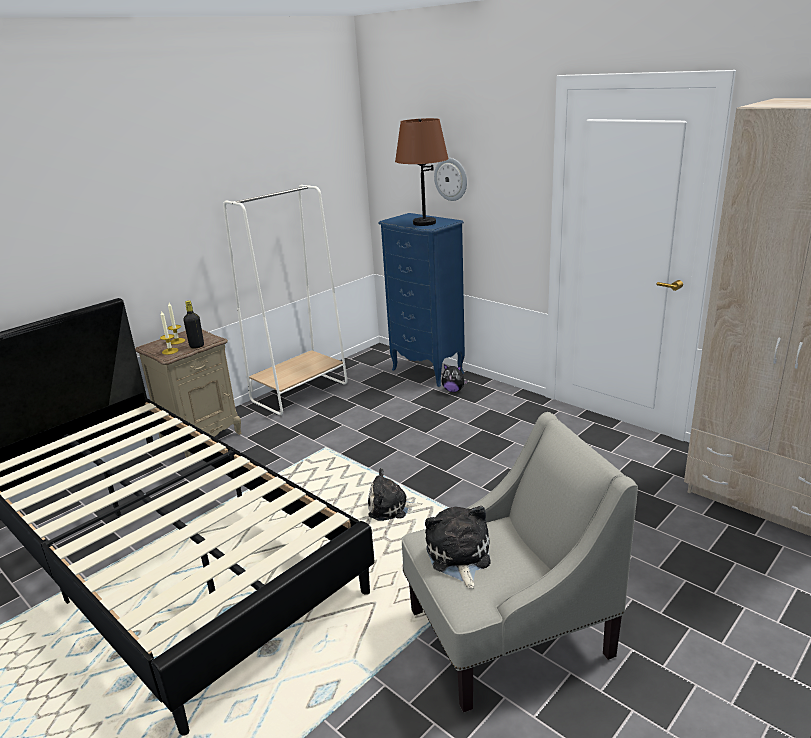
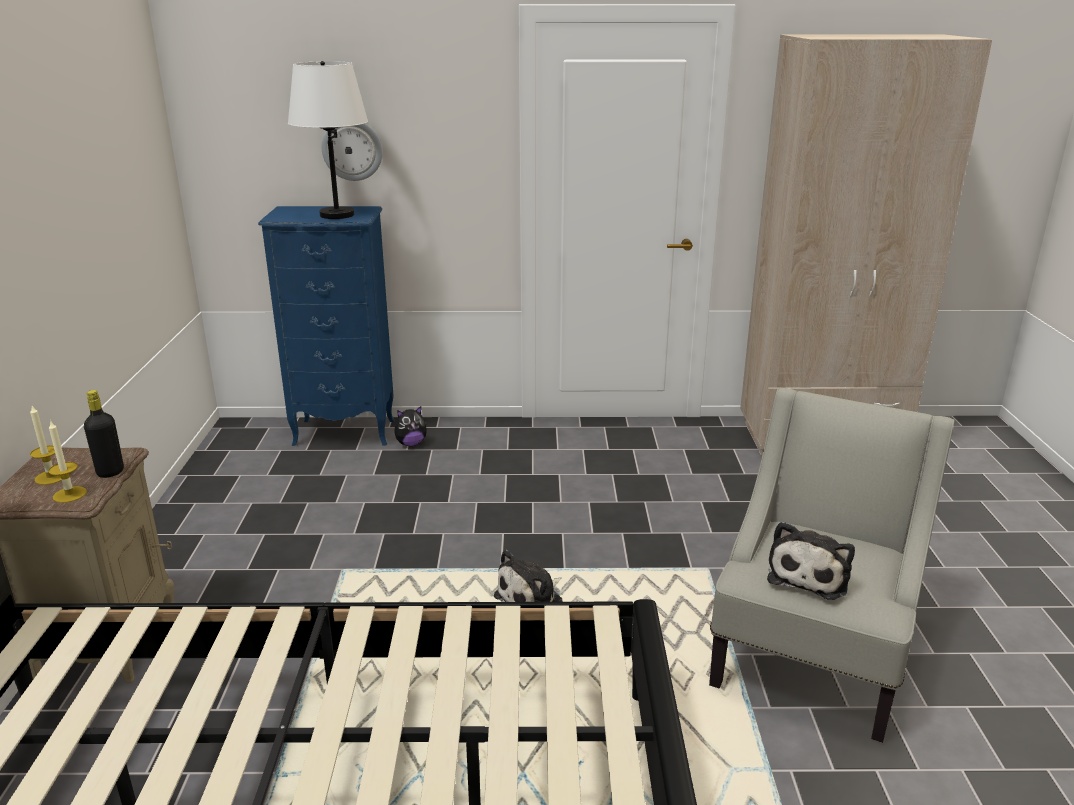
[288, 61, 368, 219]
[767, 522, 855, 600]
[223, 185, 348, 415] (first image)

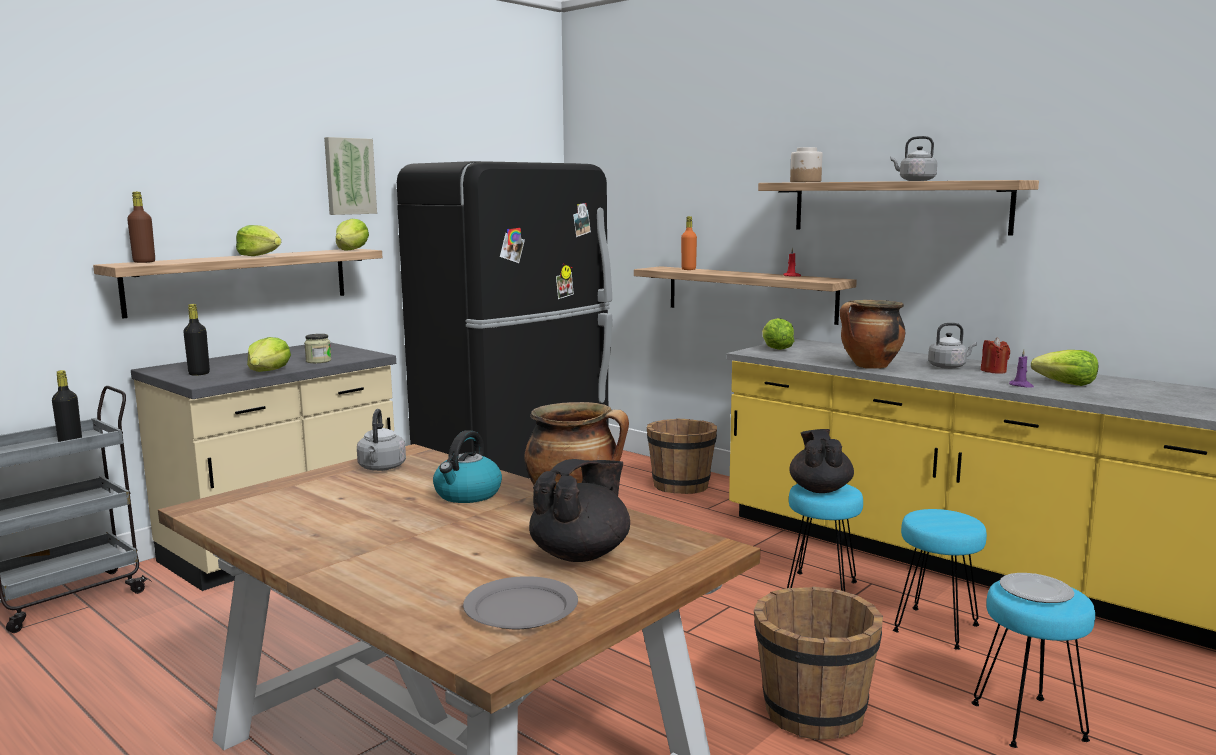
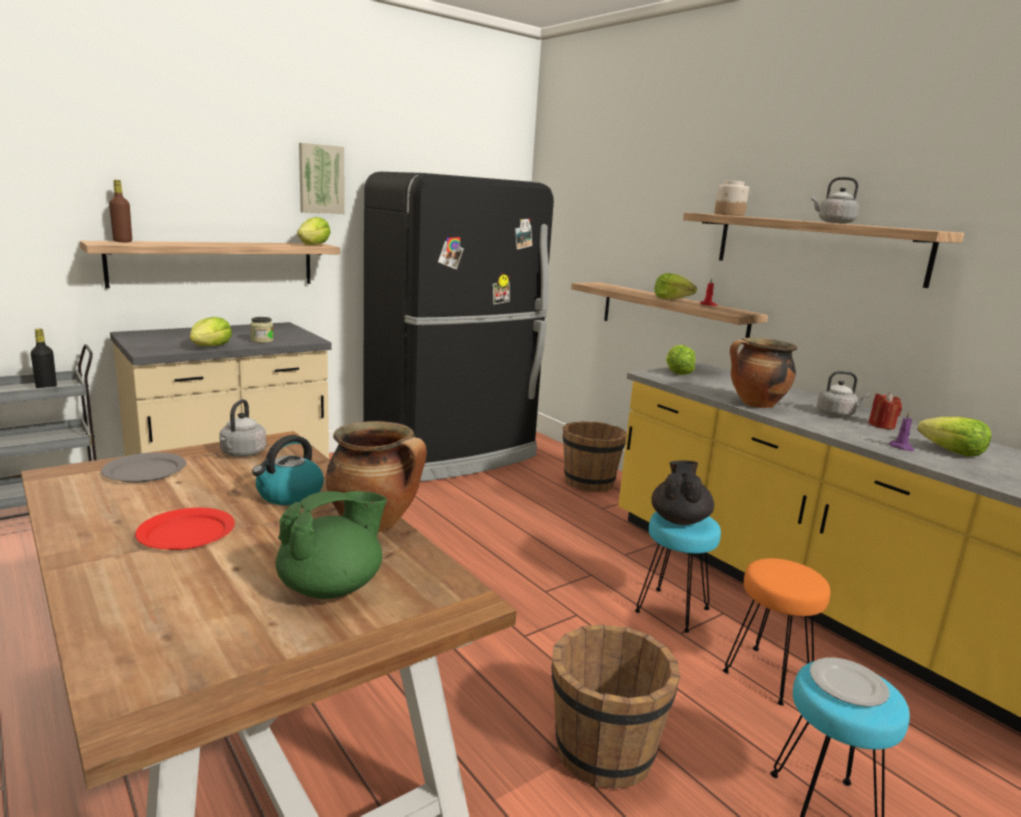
[101, 452, 186, 483]
[135, 508, 235, 550]
[276, 491, 387, 599]
[654, 273, 697, 300]
[723, 558, 830, 705]
[183, 304, 210, 375] (first image)
[681, 216, 697, 270] (first image)

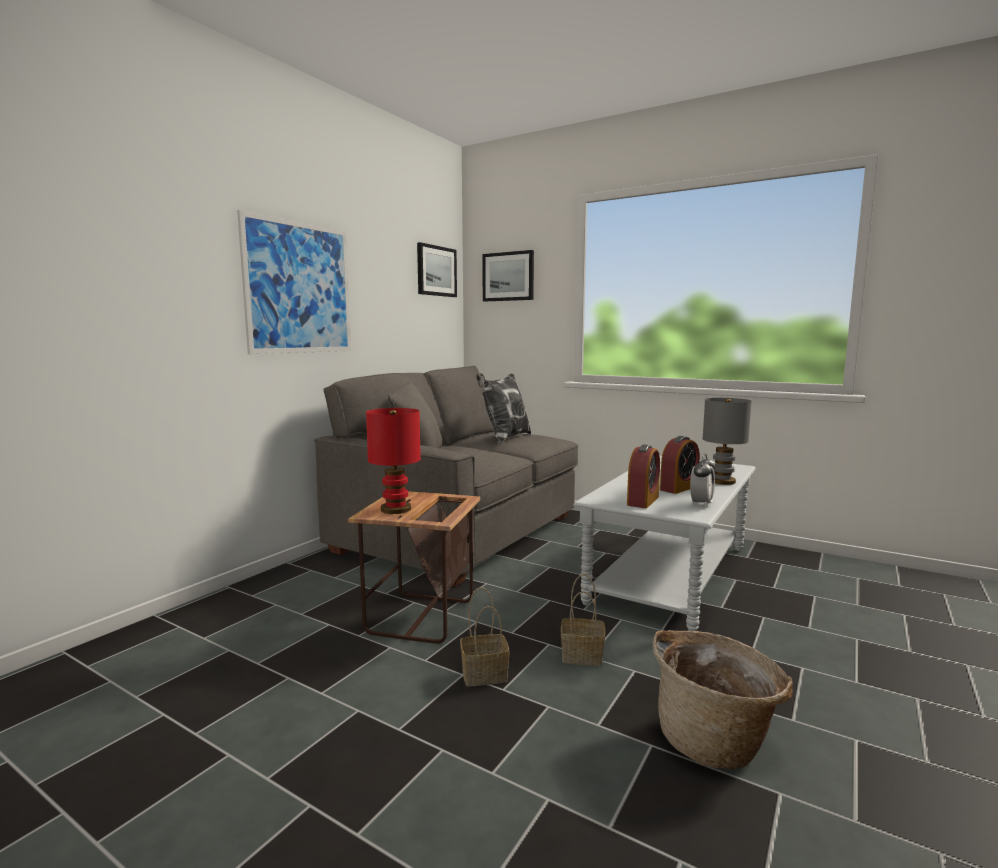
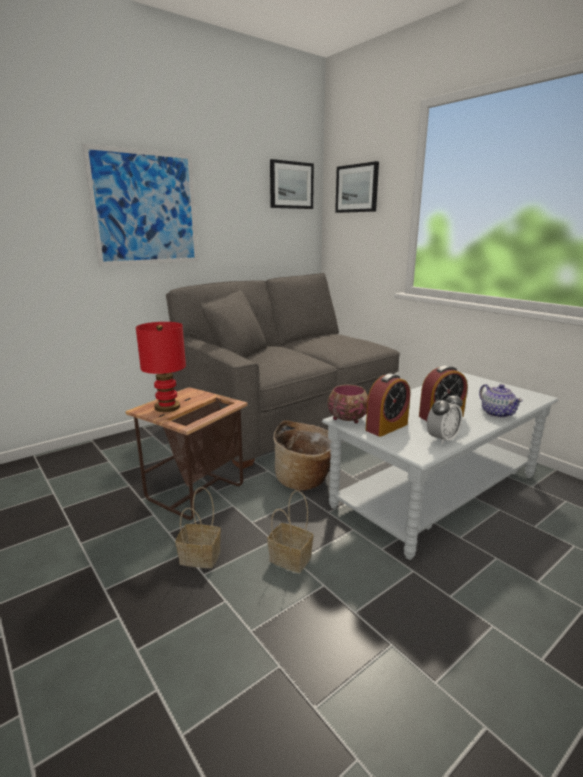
[273, 420, 331, 490]
[328, 385, 368, 423]
[479, 384, 523, 418]
[476, 373, 531, 445] (first image)

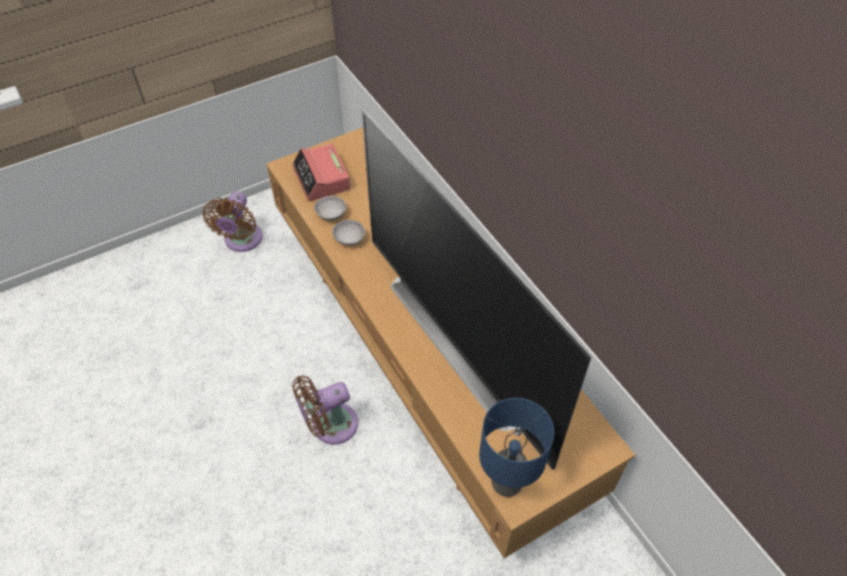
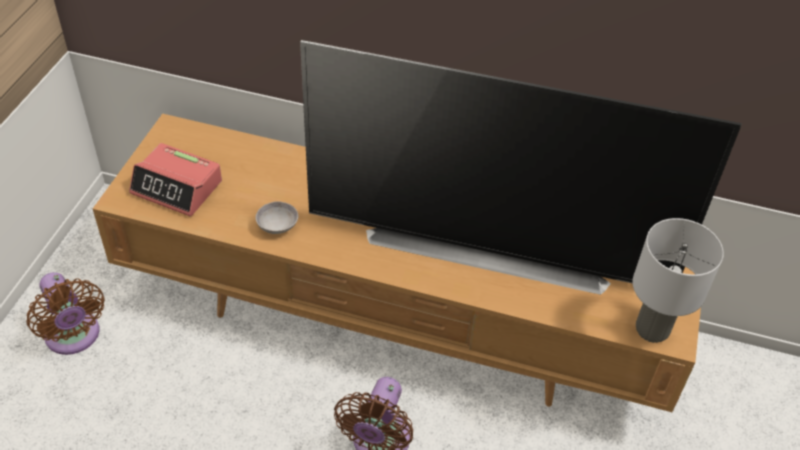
[632, 218, 724, 343]
[314, 196, 346, 221] (first image)

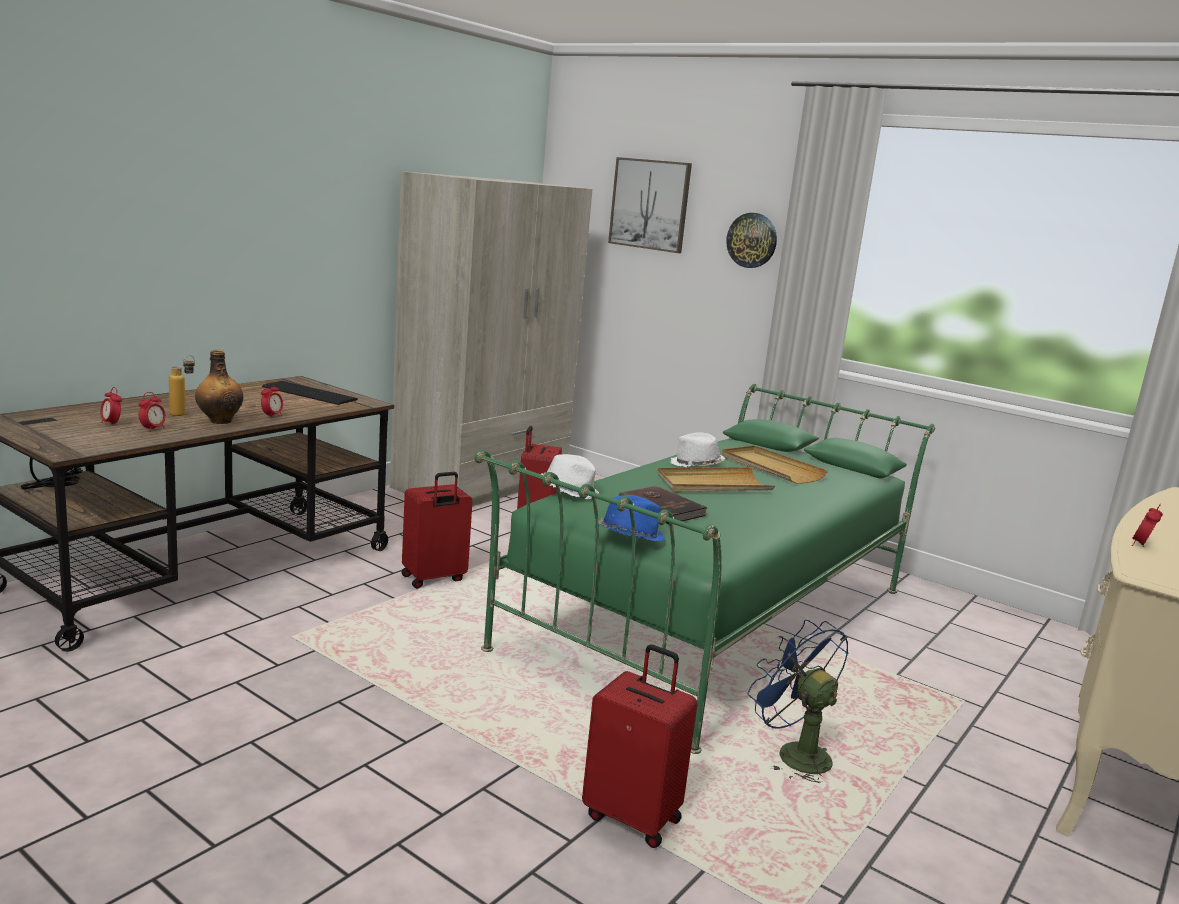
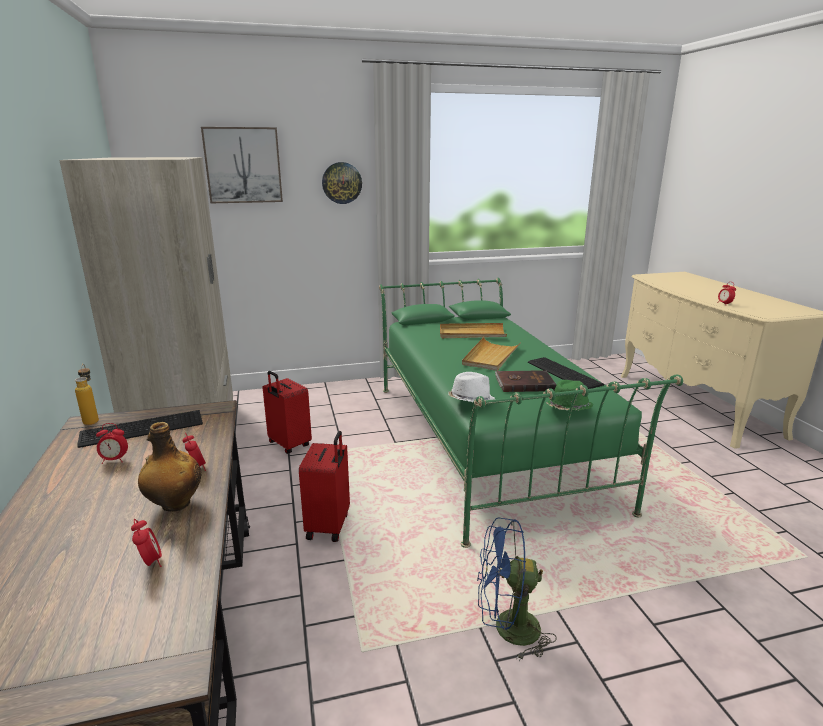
[75, 364, 99, 425]
[96, 423, 128, 464]
[477, 518, 557, 661]
[528, 357, 605, 389]
[546, 380, 593, 411]
[582, 644, 698, 848] (first image)
[670, 432, 725, 467] (first image)

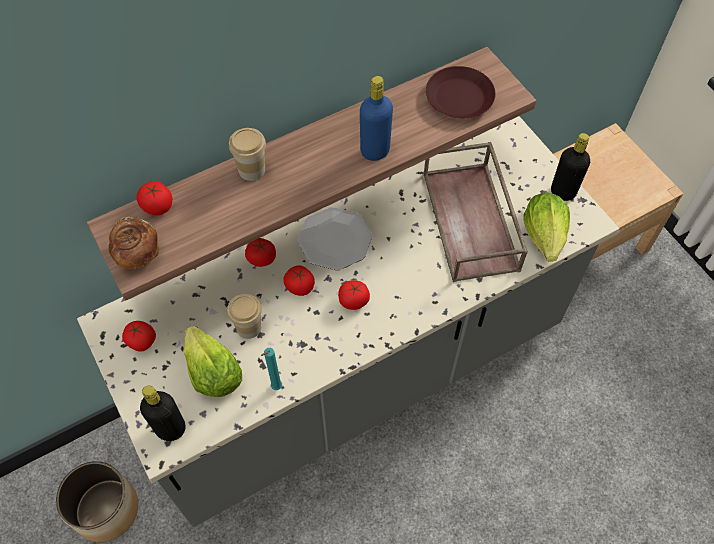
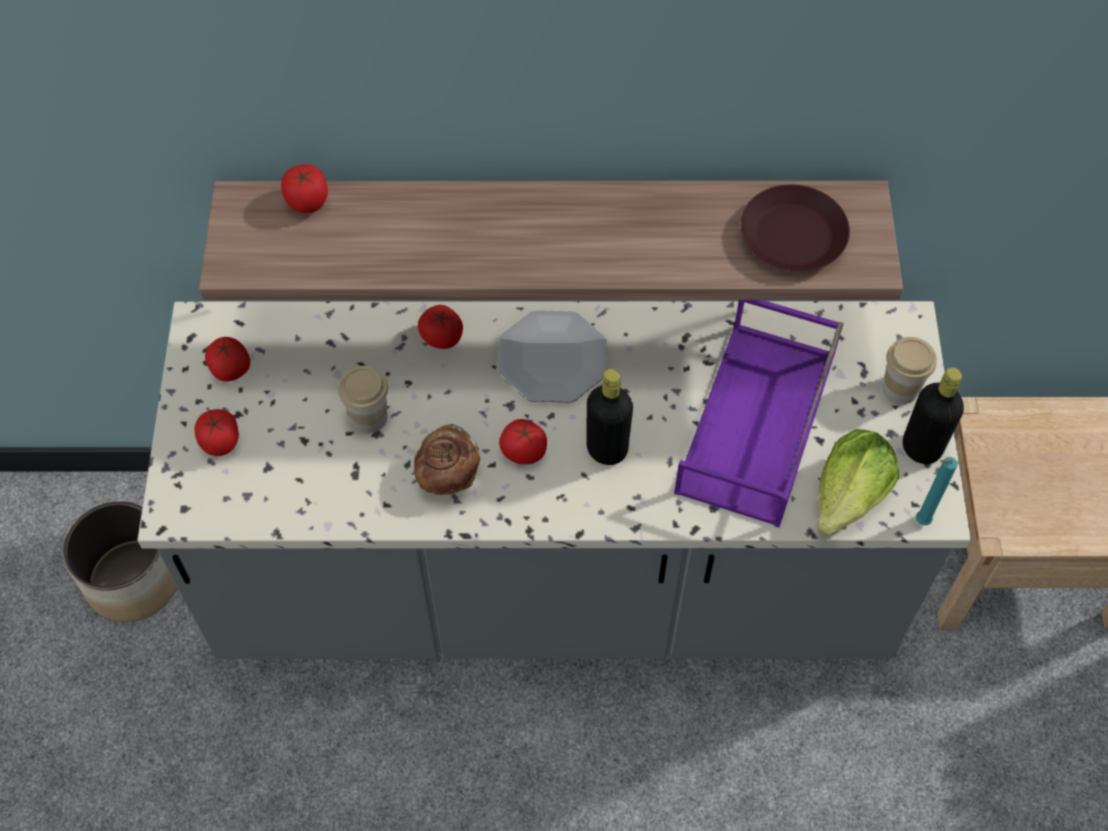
[194, 409, 239, 456]
[414, 424, 480, 495]
[586, 369, 633, 465]
[674, 300, 844, 528]
[882, 337, 937, 404]
[916, 457, 958, 525]
[184, 326, 242, 397] (first image)
[360, 76, 393, 161] (first image)

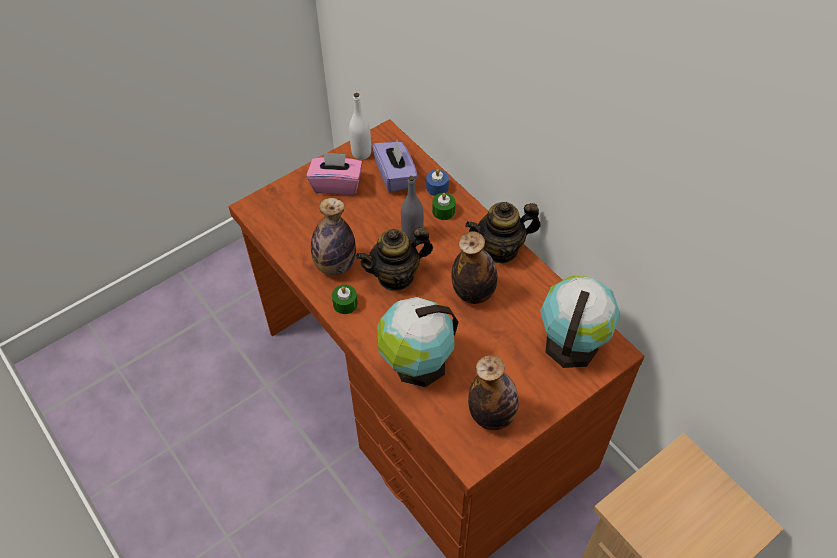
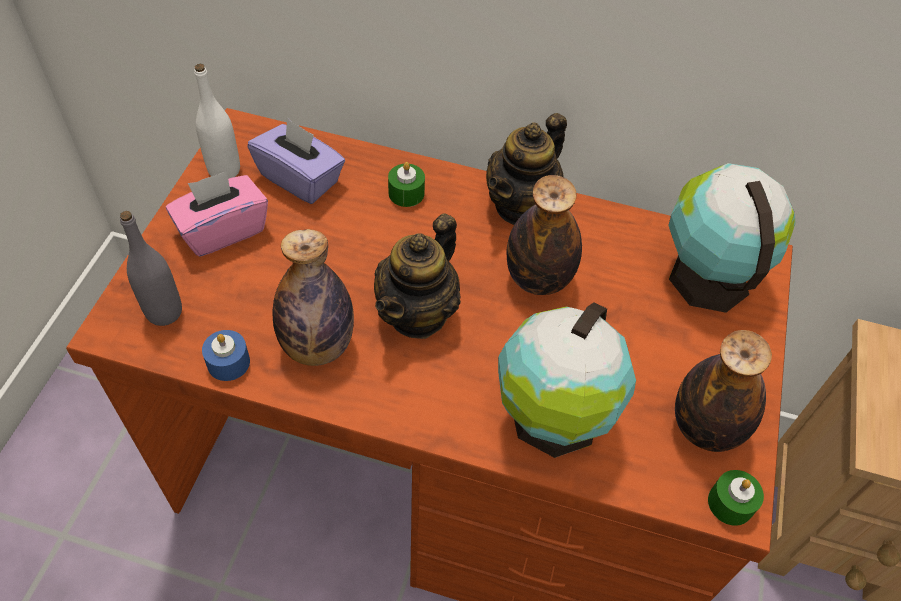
[120, 211, 182, 326]
[202, 330, 250, 381]
[708, 470, 764, 526]

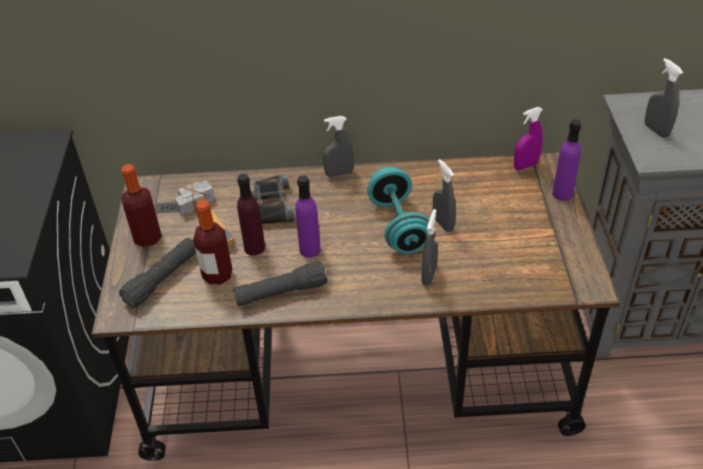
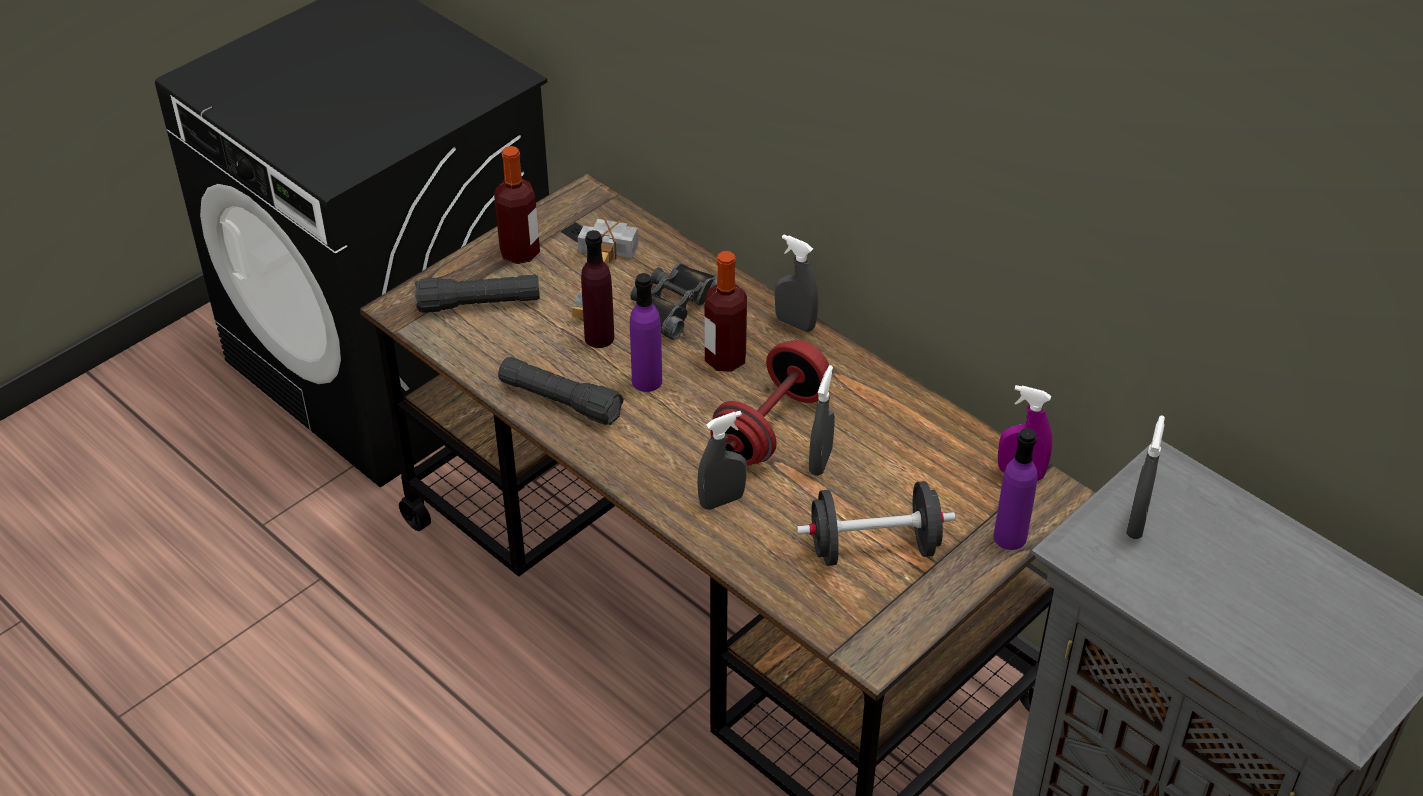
[704, 251, 747, 372]
[710, 340, 829, 466]
[797, 481, 955, 566]

